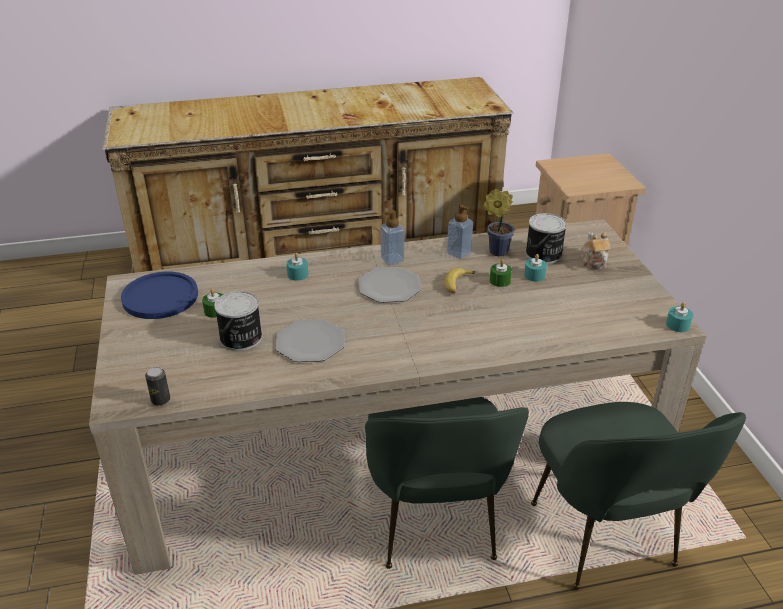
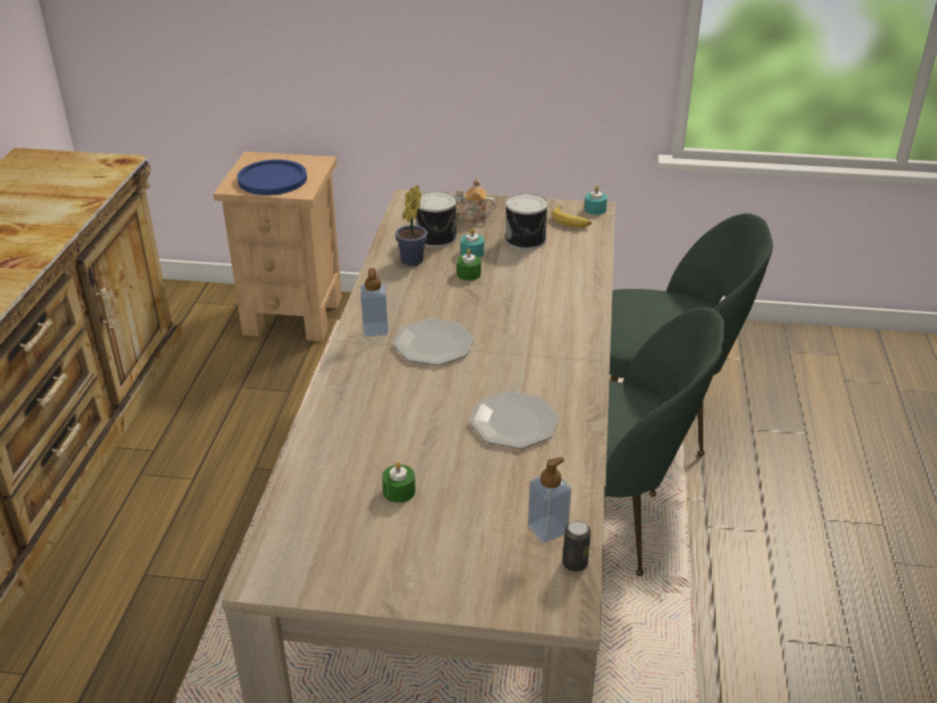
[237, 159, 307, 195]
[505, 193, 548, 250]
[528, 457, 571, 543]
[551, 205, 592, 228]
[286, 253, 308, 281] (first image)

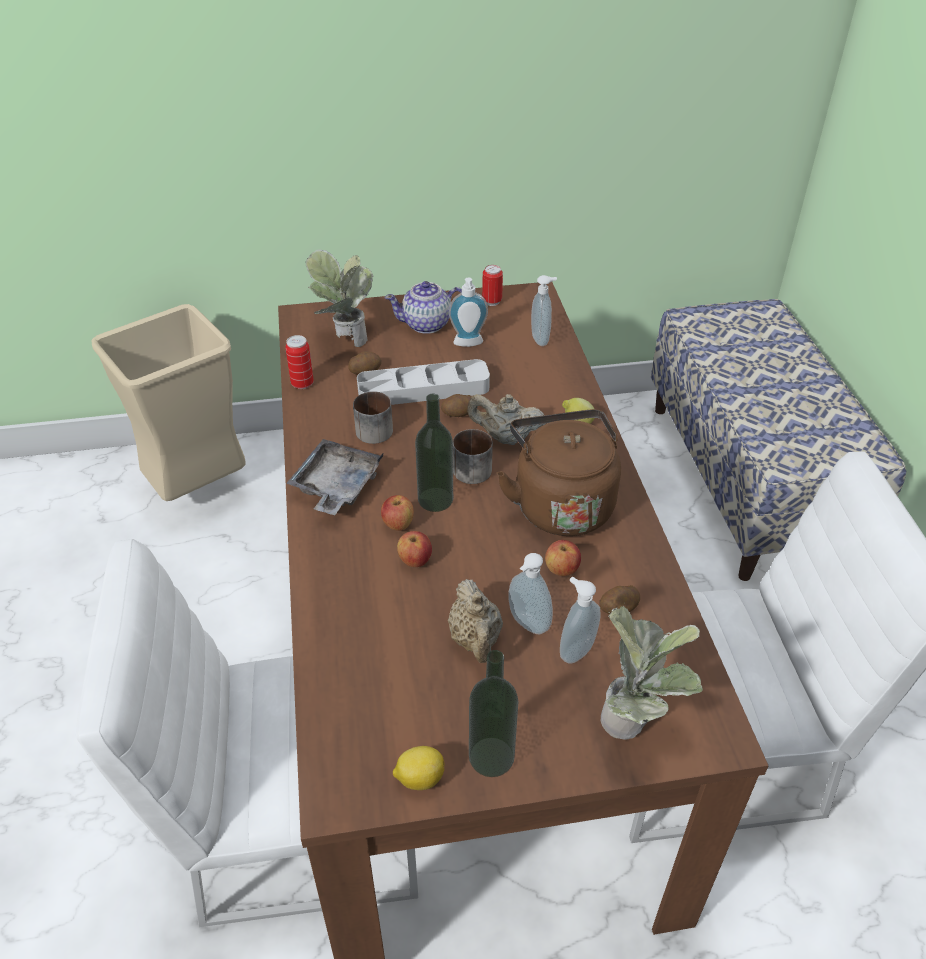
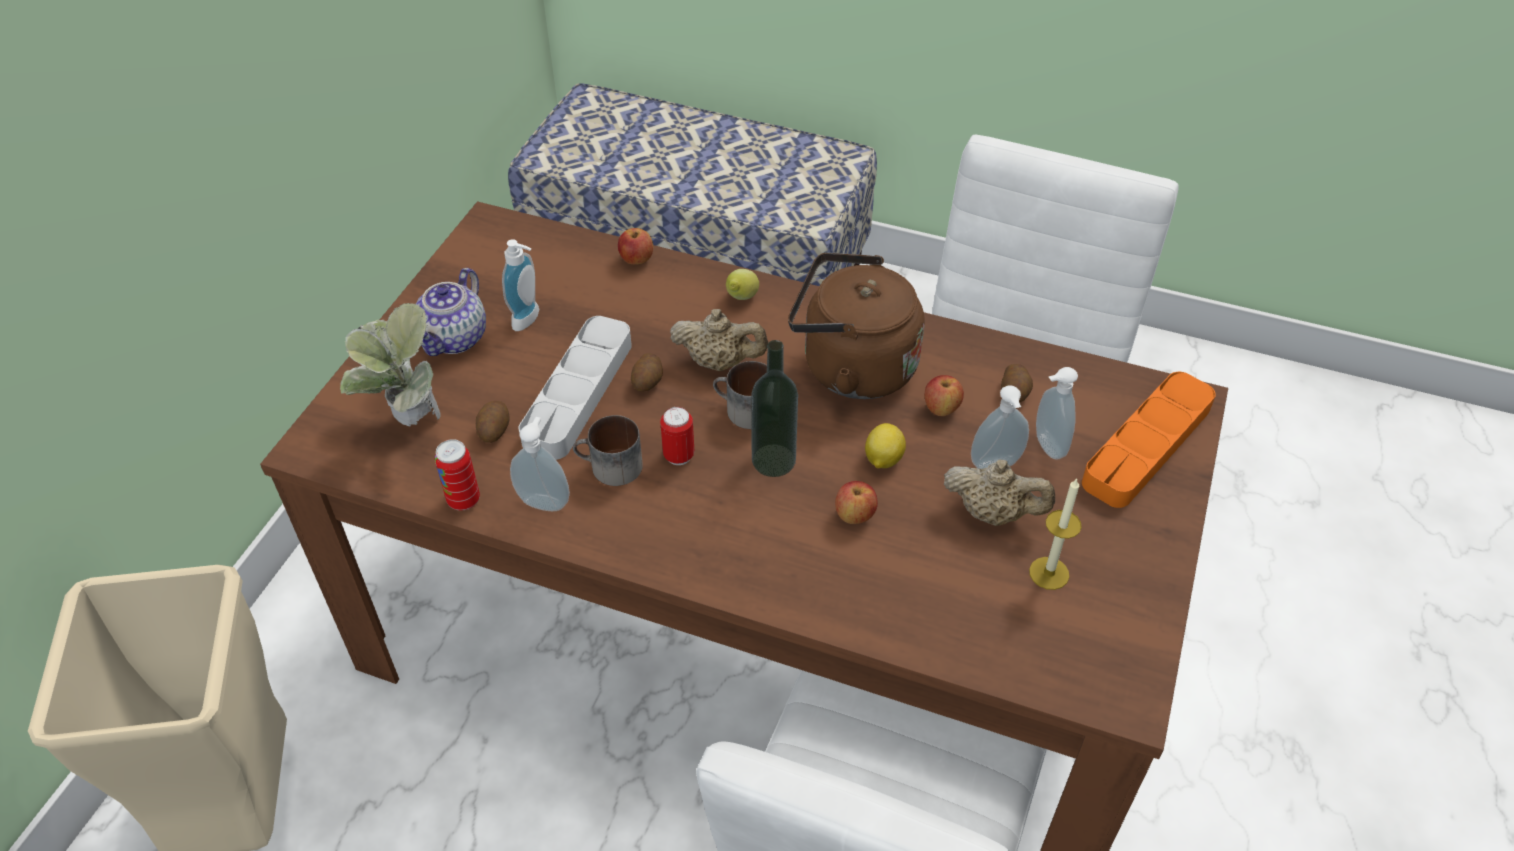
[510, 417, 570, 511]
[618, 228, 653, 265]
[660, 407, 694, 465]
[670, 309, 768, 371]
[865, 423, 906, 468]
[1029, 478, 1082, 590]
[1082, 372, 1216, 508]
[286, 439, 383, 515] (first image)
[469, 650, 519, 777] (first image)

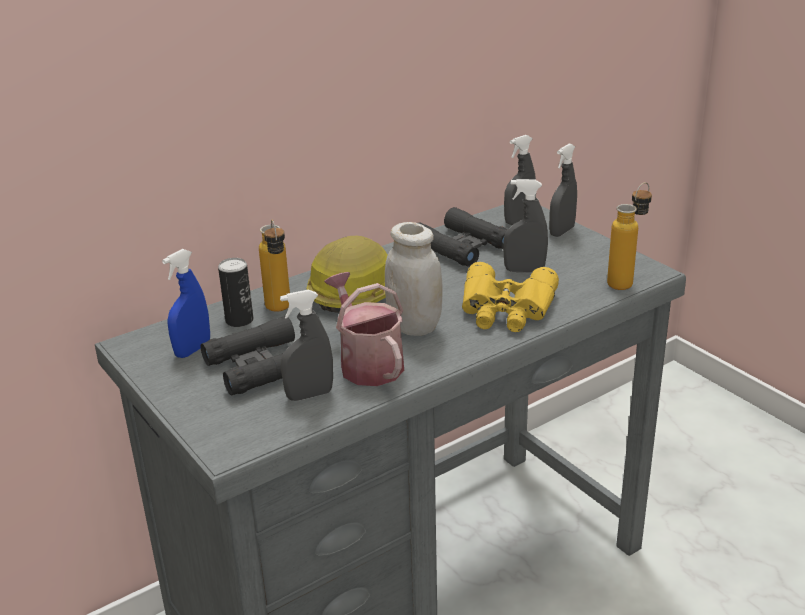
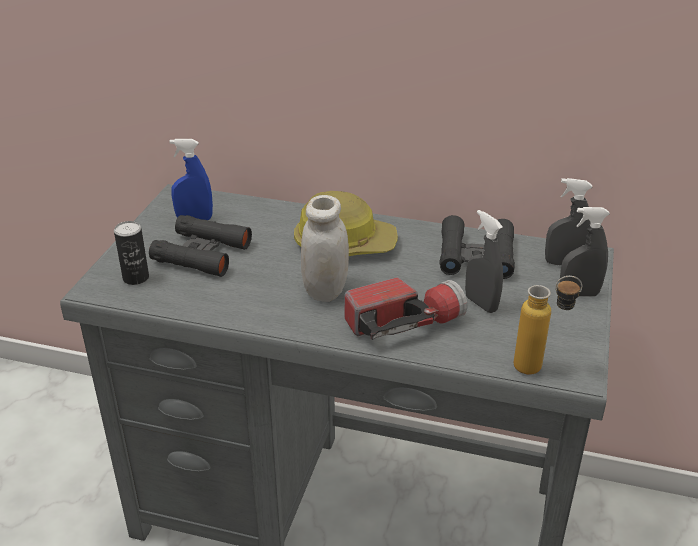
[114, 221, 149, 285]
[344, 277, 467, 340]
[259, 220, 290, 312] (first image)
[280, 289, 333, 401] (first image)
[324, 272, 404, 386] (first image)

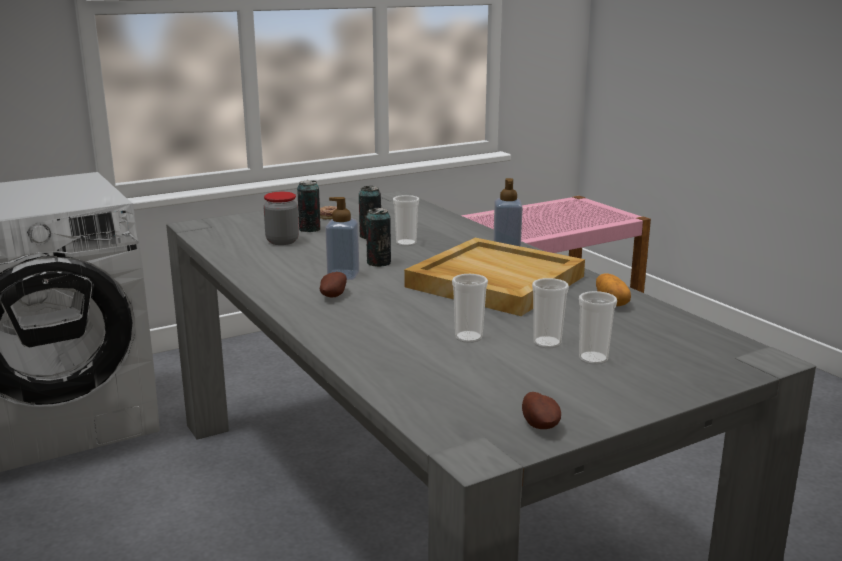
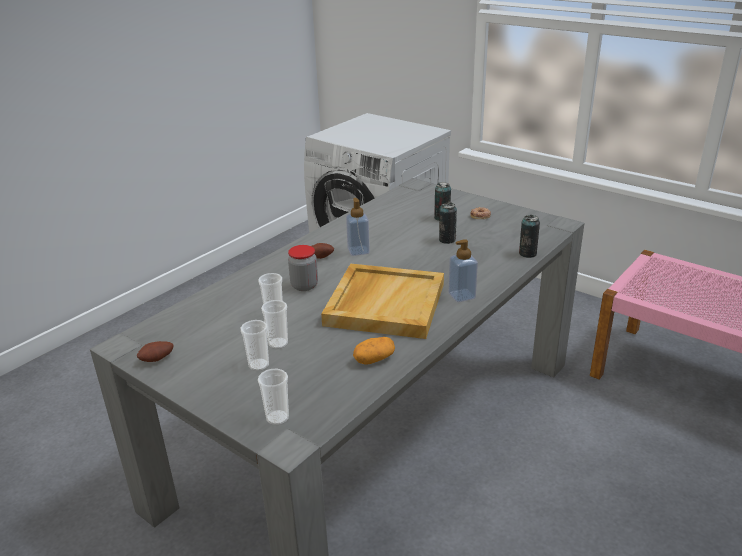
[258, 369, 289, 425]
[288, 245, 318, 291]
[519, 215, 540, 258]

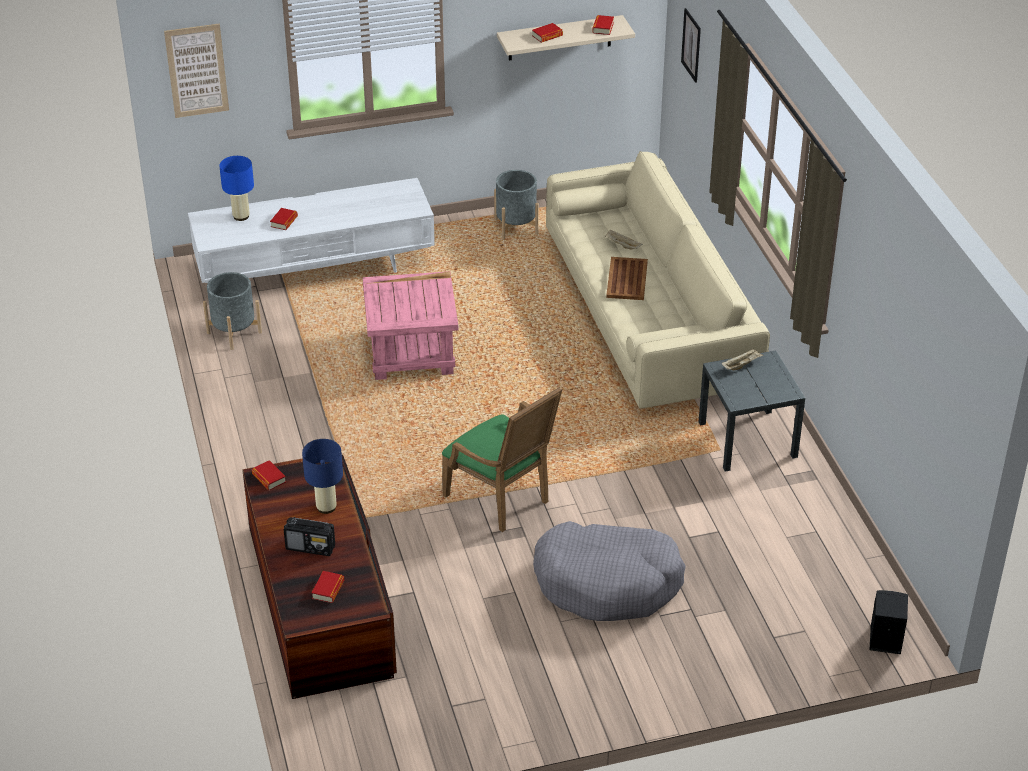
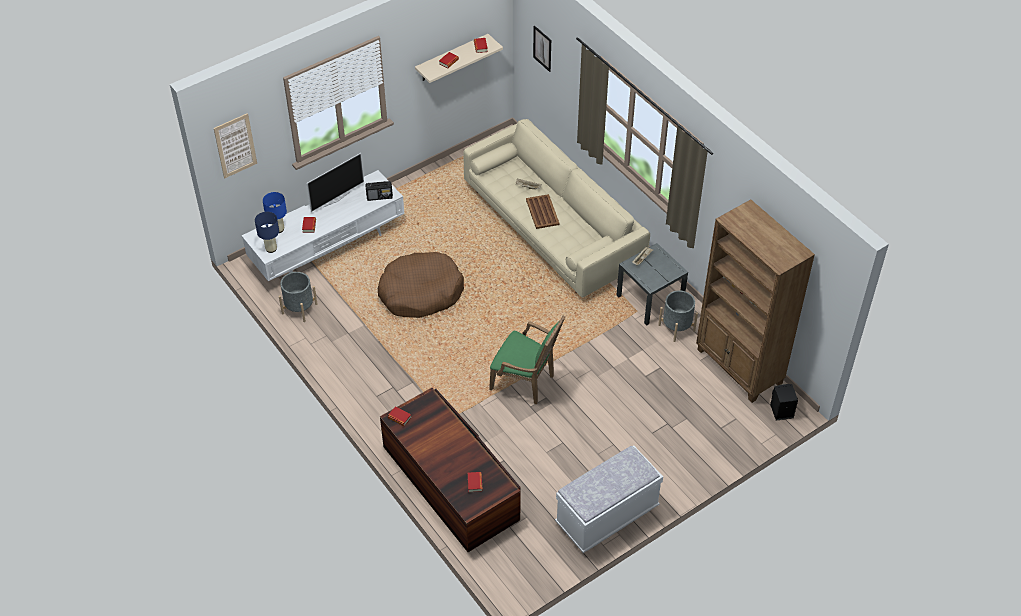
[255, 212, 279, 253]
[307, 153, 364, 212]
[365, 181, 393, 201]
[378, 252, 464, 318]
[555, 445, 663, 553]
[658, 290, 698, 342]
[696, 200, 815, 403]
[533, 521, 686, 621] (first image)

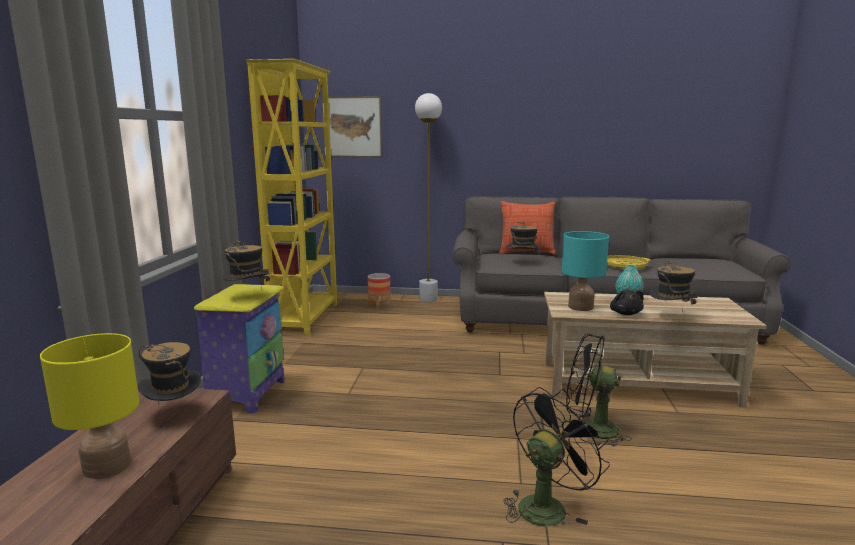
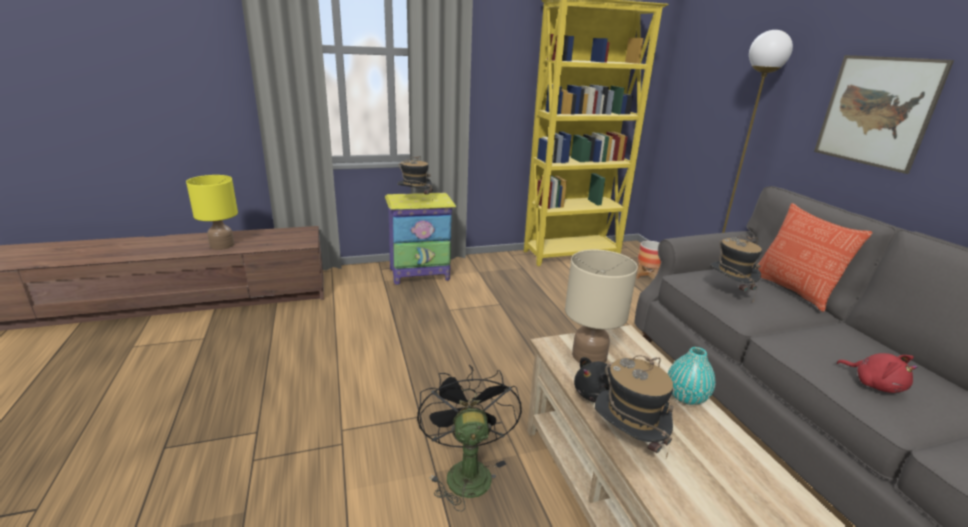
[565, 249, 638, 363]
[814, 55, 954, 174]
[836, 353, 918, 393]
[138, 342, 201, 404] (first image)
[503, 387, 610, 526] (first image)

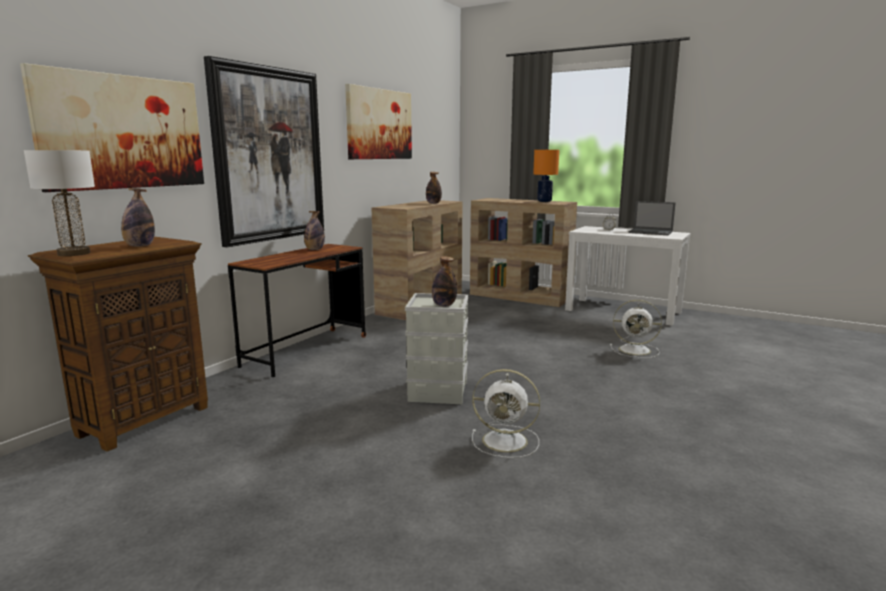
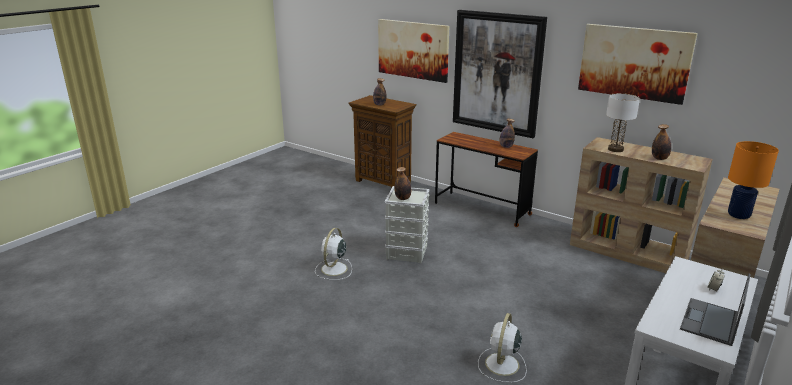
[606, 93, 640, 152]

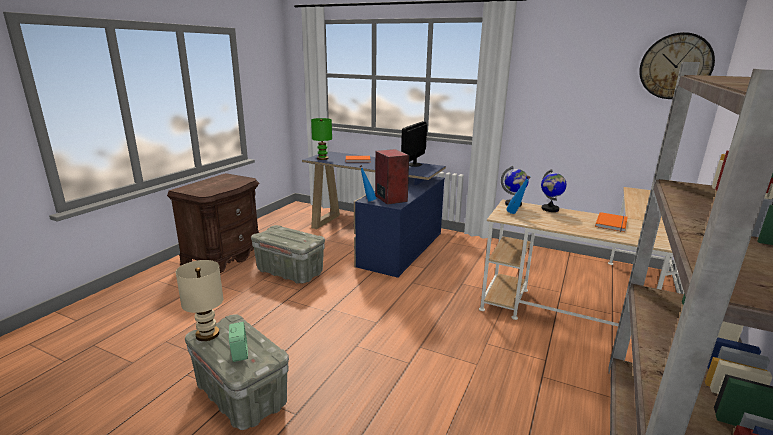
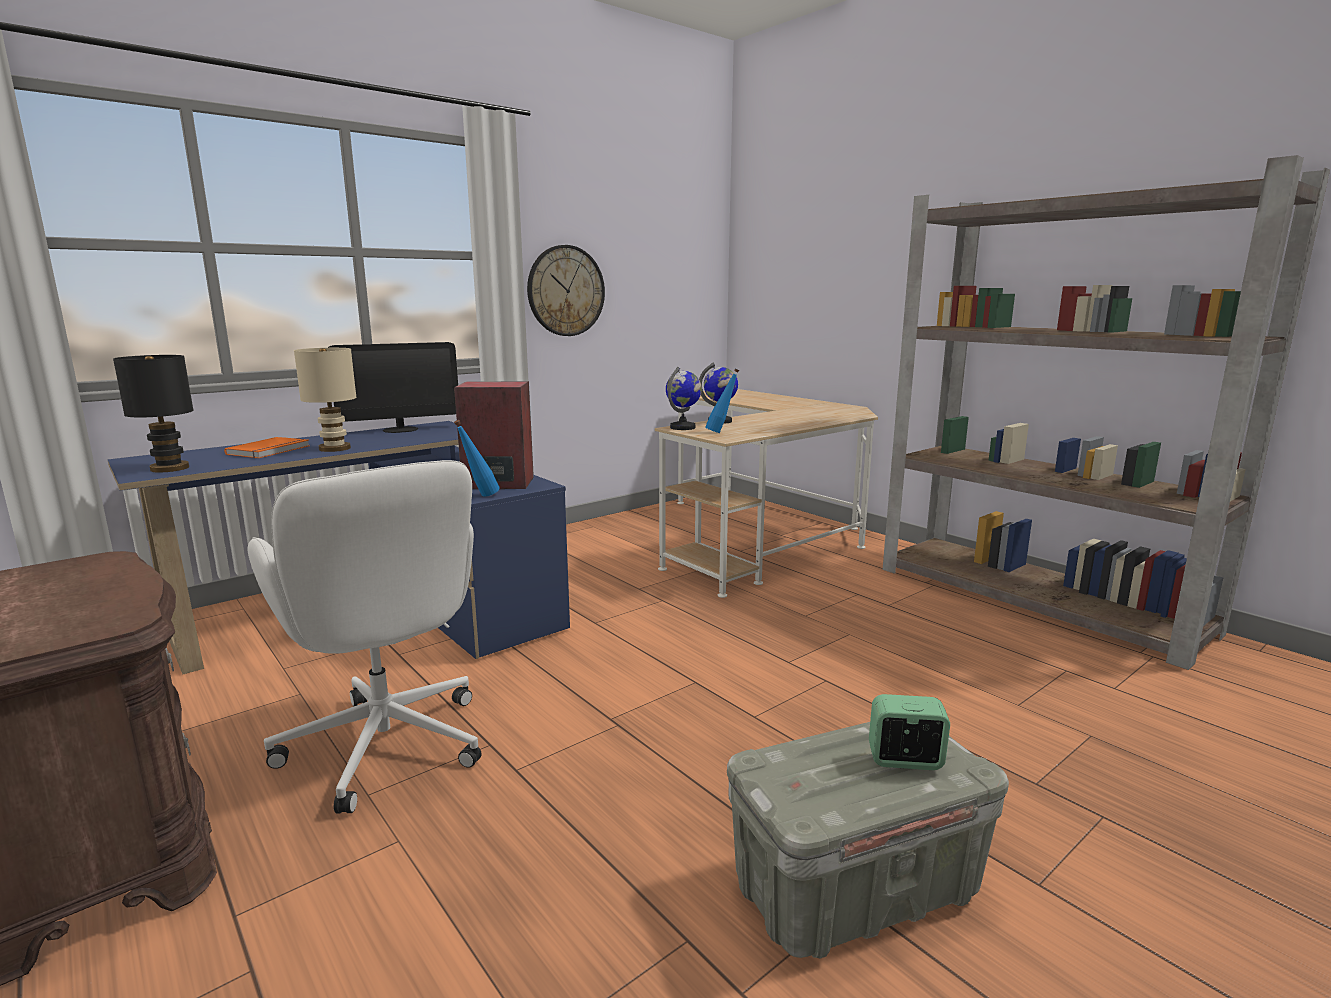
[113, 355, 194, 472]
[247, 460, 481, 813]
[294, 348, 357, 452]
[328, 342, 458, 433]
[527, 245, 605, 336]
[595, 212, 628, 232] (first image)

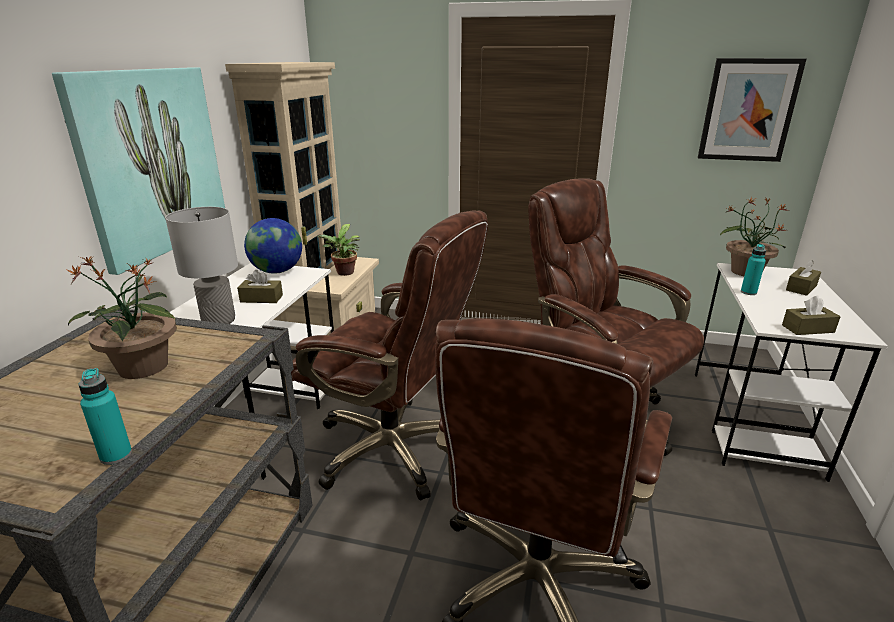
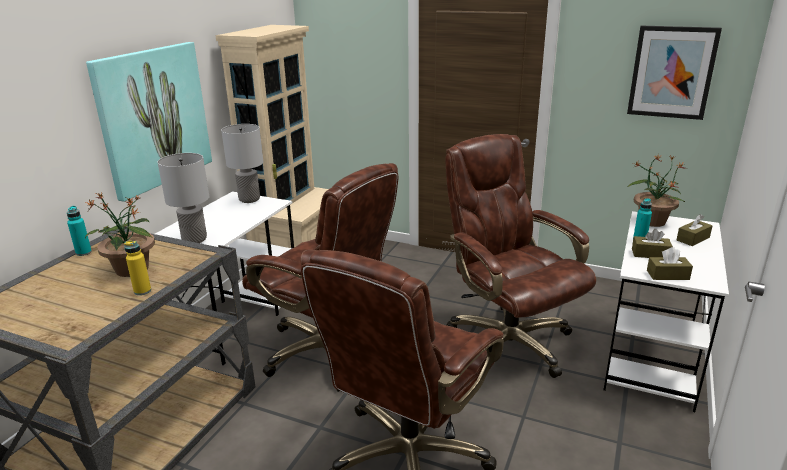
[67, 206, 92, 256]
[124, 241, 151, 295]
[221, 124, 263, 203]
[632, 229, 673, 258]
[317, 224, 360, 276] (first image)

